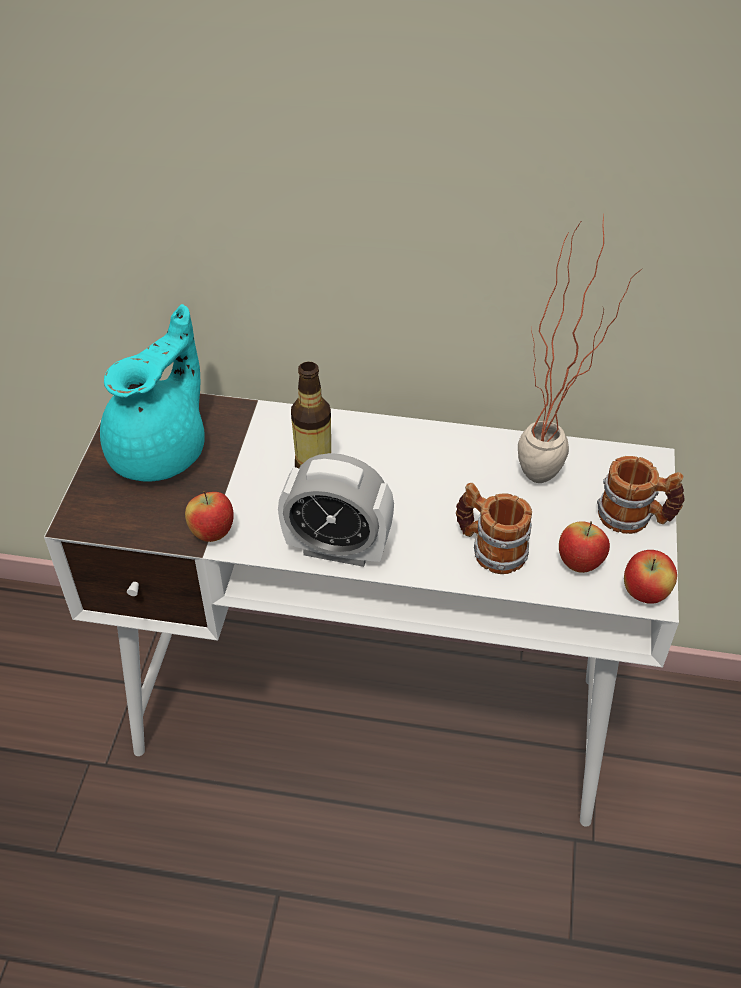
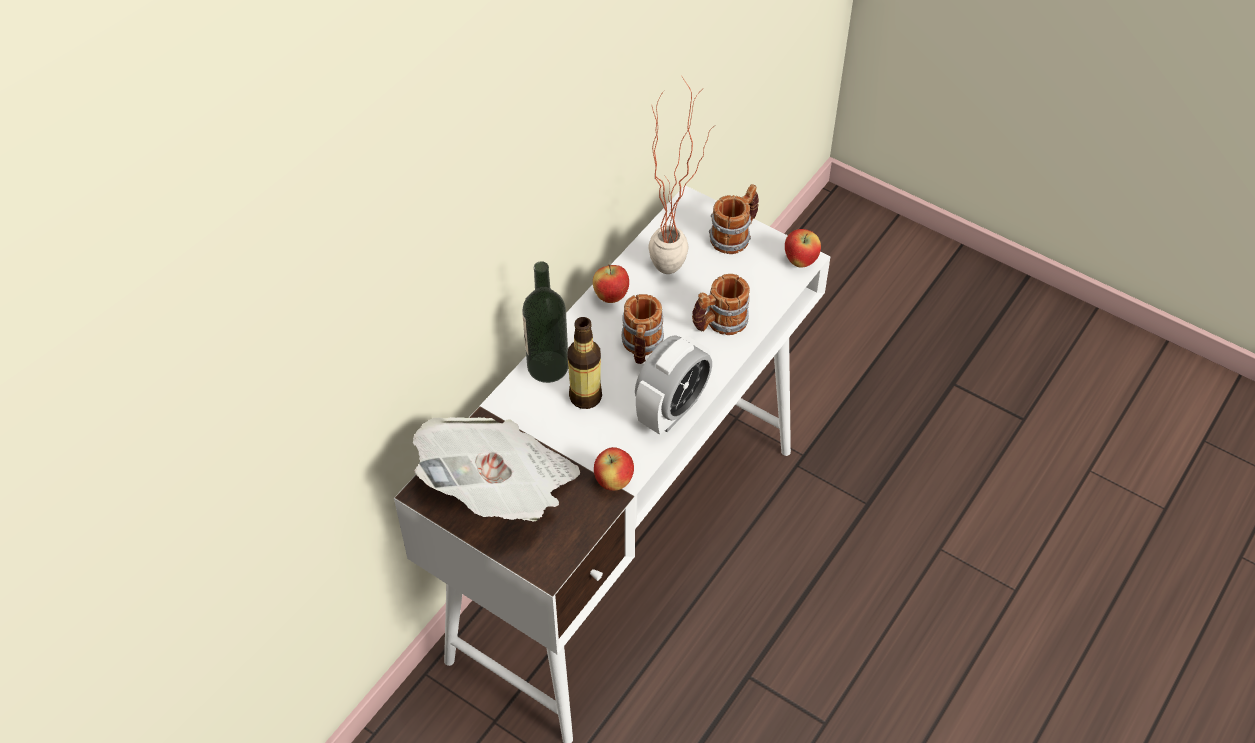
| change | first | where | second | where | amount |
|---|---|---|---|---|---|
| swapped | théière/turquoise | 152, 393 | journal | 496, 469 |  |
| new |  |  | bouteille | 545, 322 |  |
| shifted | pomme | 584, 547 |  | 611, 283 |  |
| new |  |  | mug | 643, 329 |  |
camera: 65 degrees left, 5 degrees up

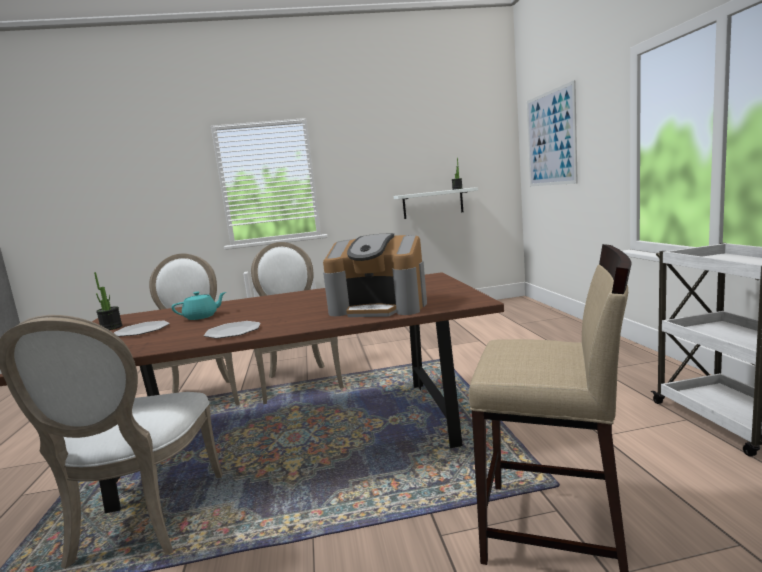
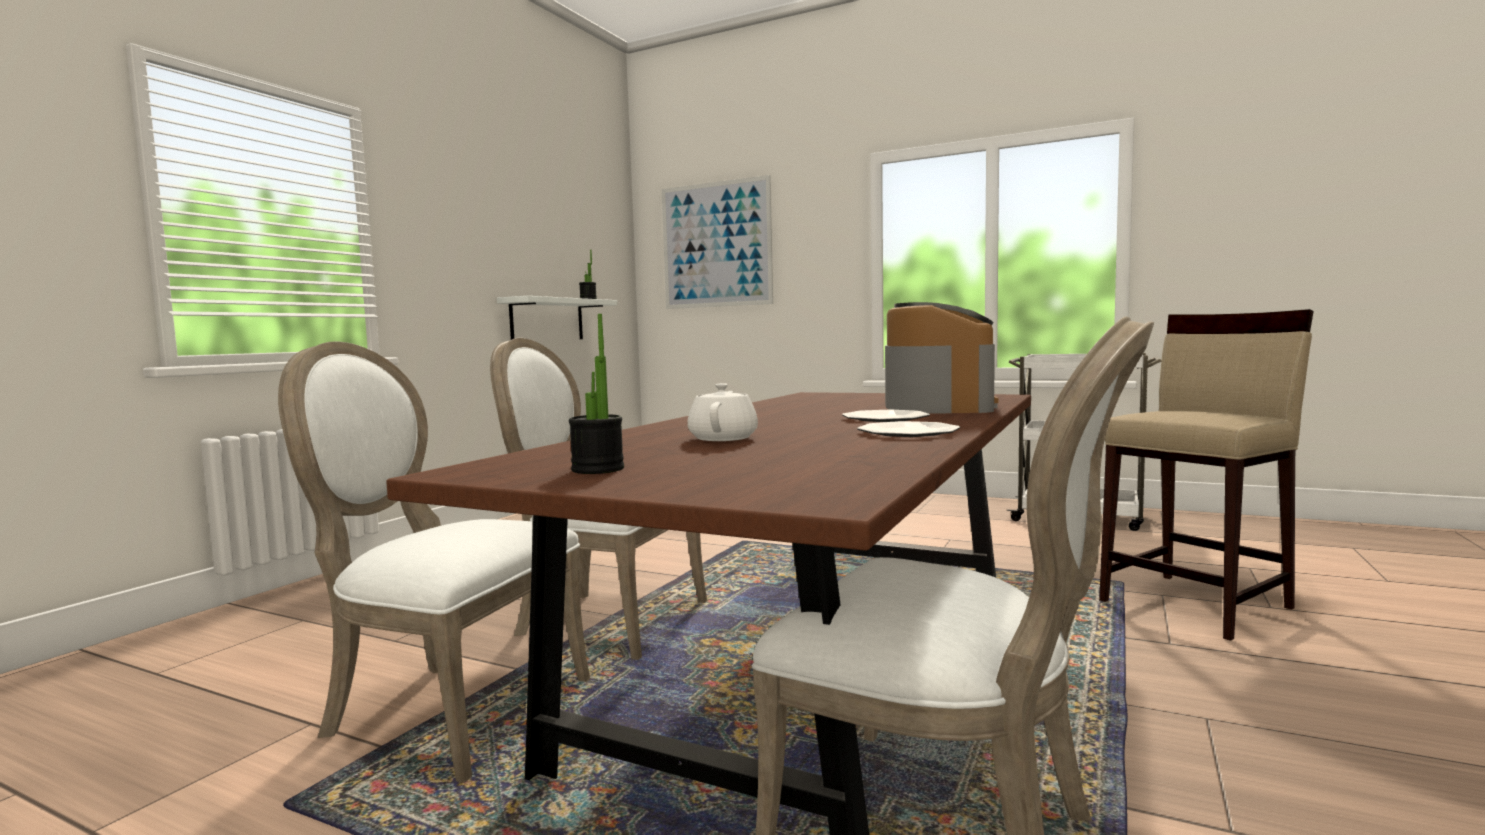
| change | first | where | second | where | amount |
|---|---|---|---|---|---|
| repainted | théière/turquoise | 198, 306 | théière/blanc | 722, 412 |  |
| shifted | assiette | 142, 329 |  | 886, 416 |  |
| rotated | machine à café | 375, 275 |  | 942, 358 | 45 degrees counterclockwise |
camera: 55 degrees left, 5 degrees down

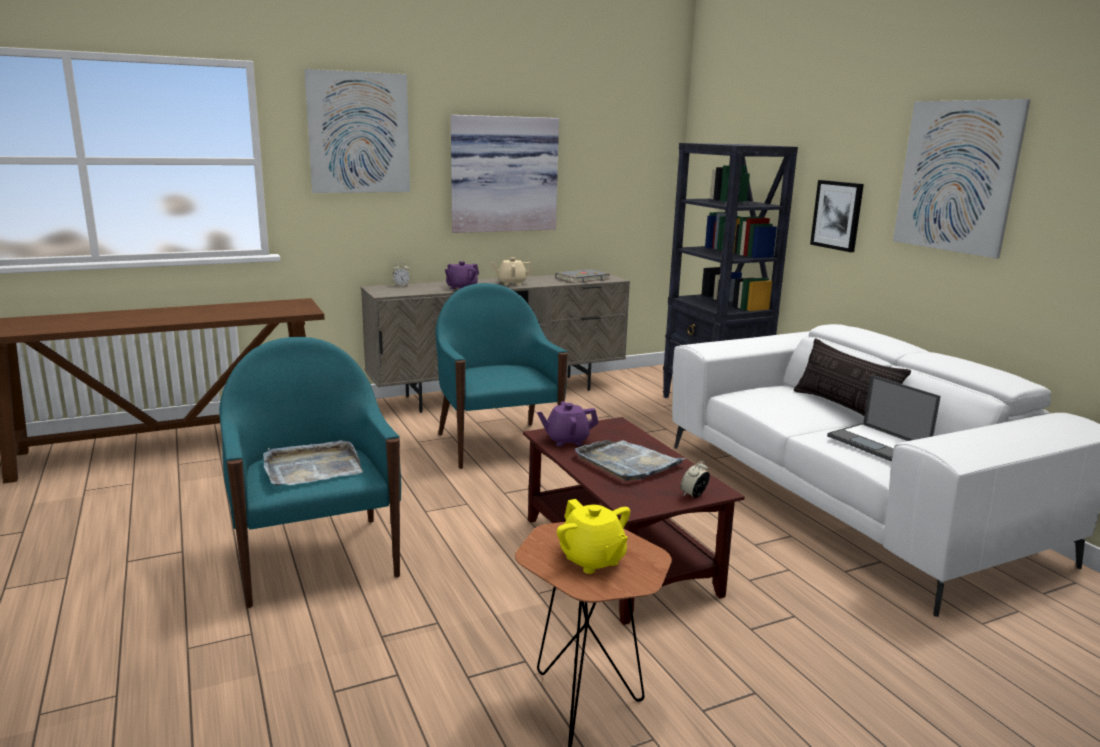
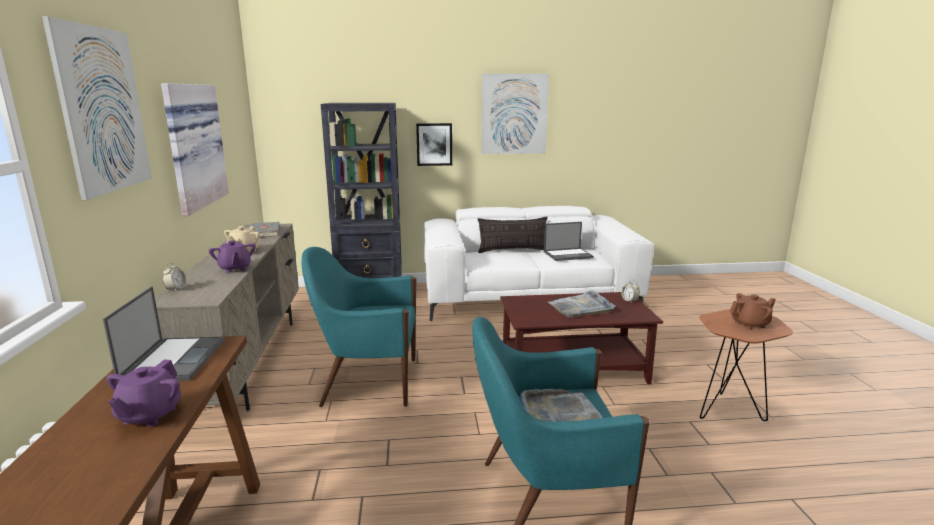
| change | first | where | second | where | amount |
|---|---|---|---|---|---|
| new |  |  | ordinateur portable | 163, 334 |  |
| shifted | théière/violet | 568, 423 |  | 144, 393 |  |
| repainted | théière/jaune | 593, 536 | théière/marron | 752, 311 |  |
camera: 70 degrees left, 0 degrees up

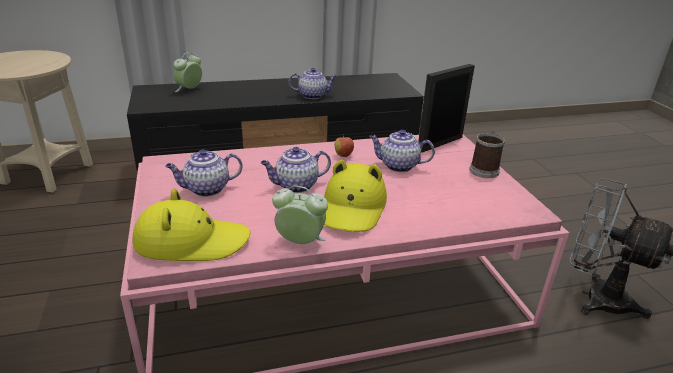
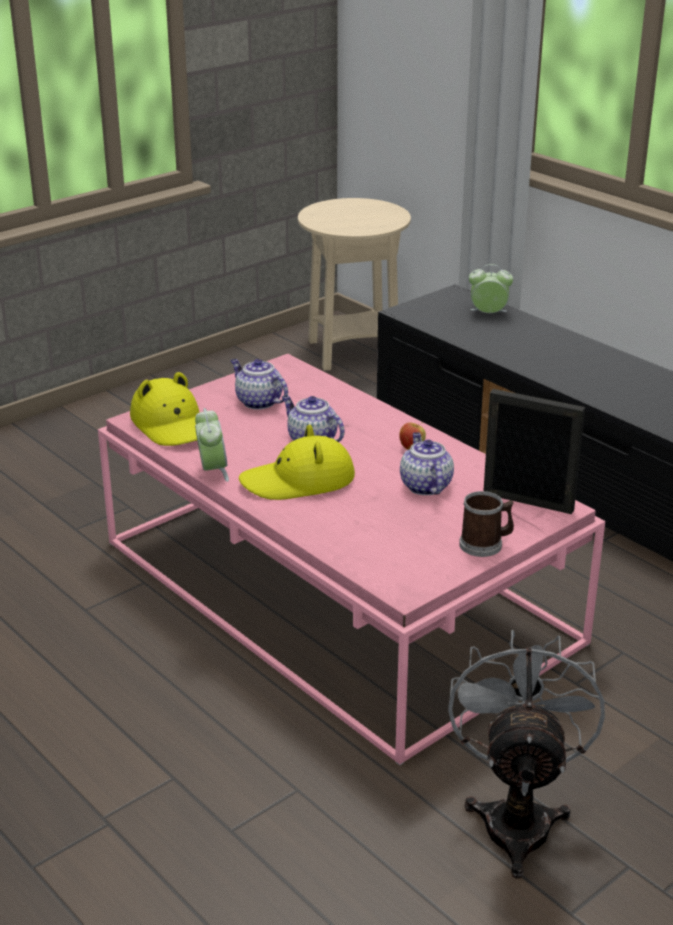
| change | first | where | second | where | amount |
|---|---|---|---|---|---|
| gone | théière | 312, 83 |  |  |  |
camera: 65 degrees right, 0 degrees up

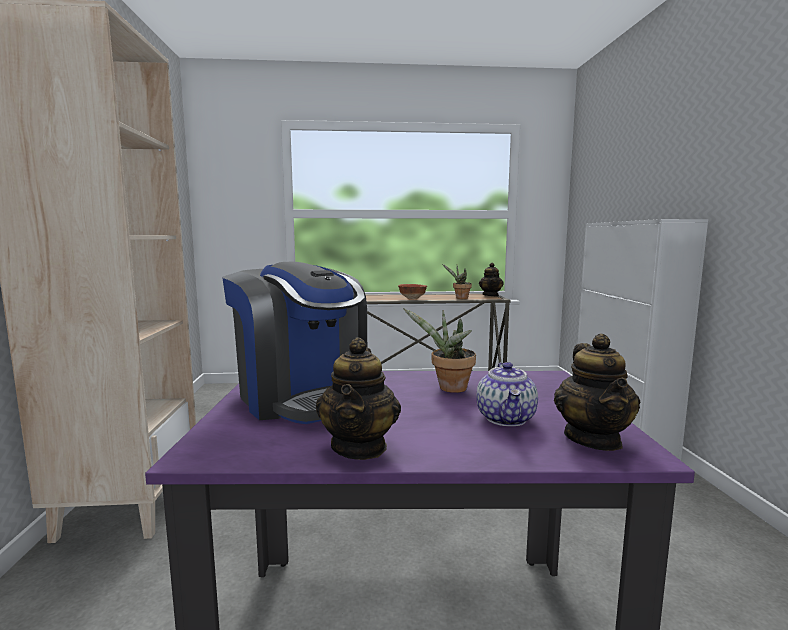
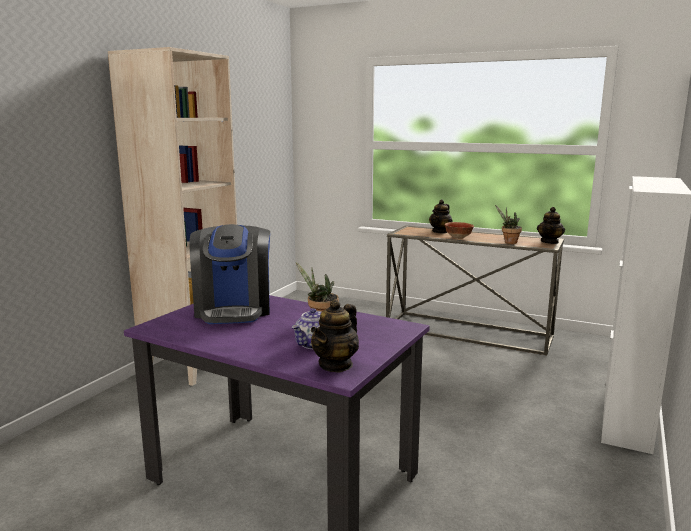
| change | first | where | second | where | amount |
|---|---|---|---|---|---|
| shifted | théière | 358, 398 |  | 441, 217 |  |
camera: 30 degrees right, 5 degrees up

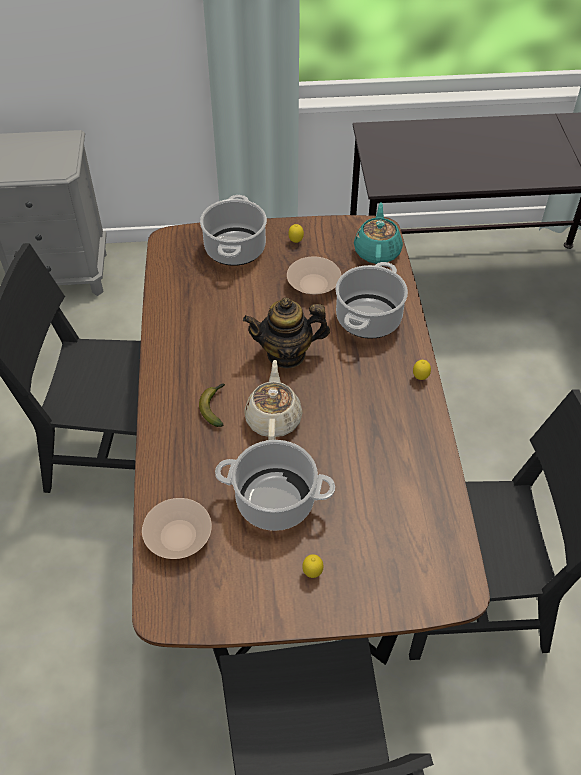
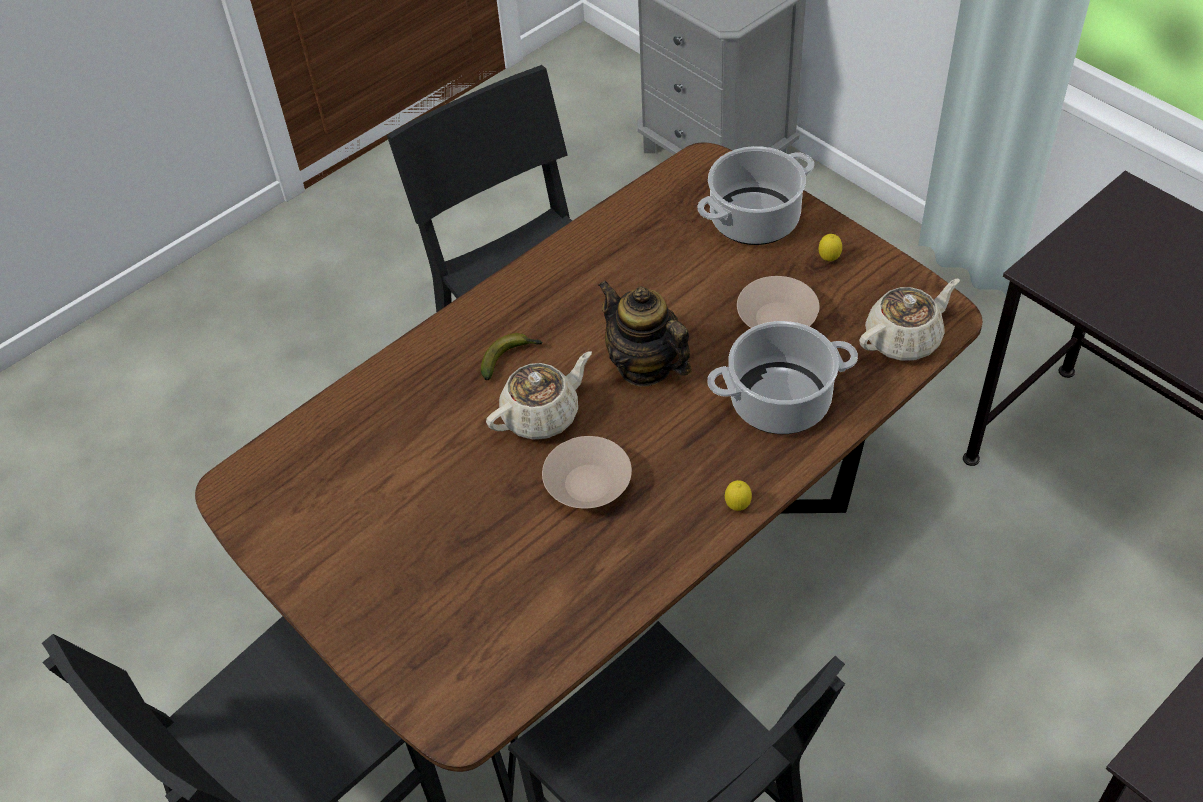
| change | first | where | second | where | amount |
|---|---|---|---|---|---|
| shifted | bol/beige | 177, 528 |  | 587, 472 |  |
| repainted | théière/turquoise | 378, 233 | théière/beige | 909, 320 |  |
| gone | marmite | 275, 485 |  |  |  |
| gone | citron | 313, 566 |  |  |  |
camera: 55 degrees right, 0 degrees up

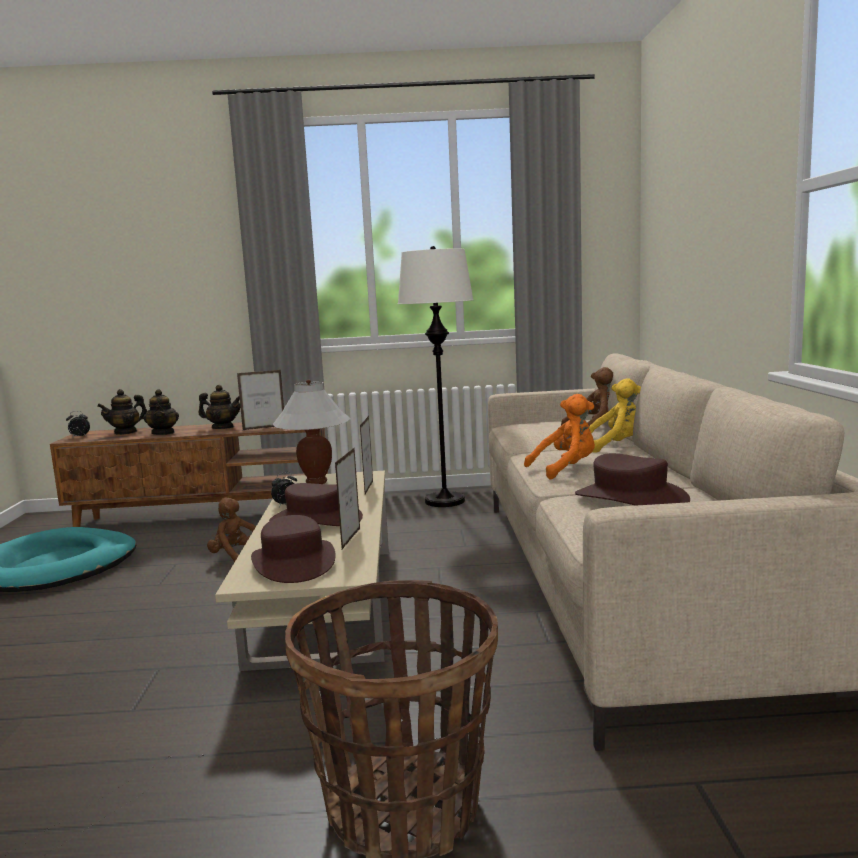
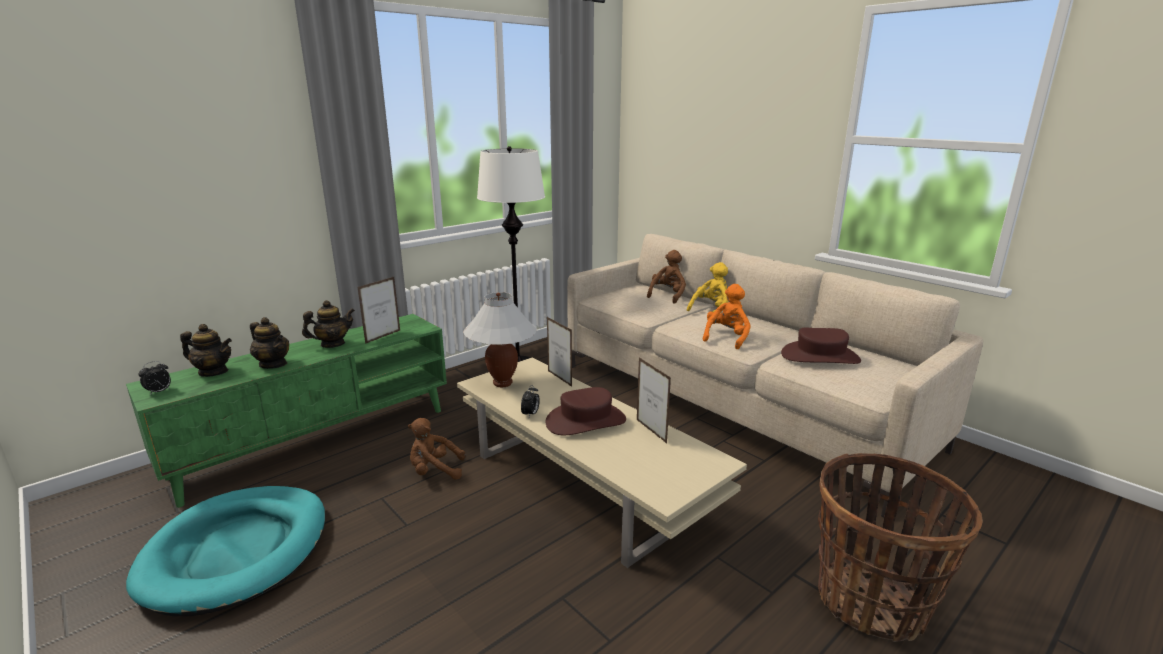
| change | first | where | second | where | amount |
|---|---|---|---|---|---|
| repainted | meuble télé/marron | 189, 474 | meuble télé/vert | 286, 411 |  |
| rotated | théière | 122, 412 |  | 206, 350 | 90 degrees counterclockwise |
| gone | chapeau/marron | 293, 549 |  |  |  |
camera: 40 degrees left, 10 degrees up

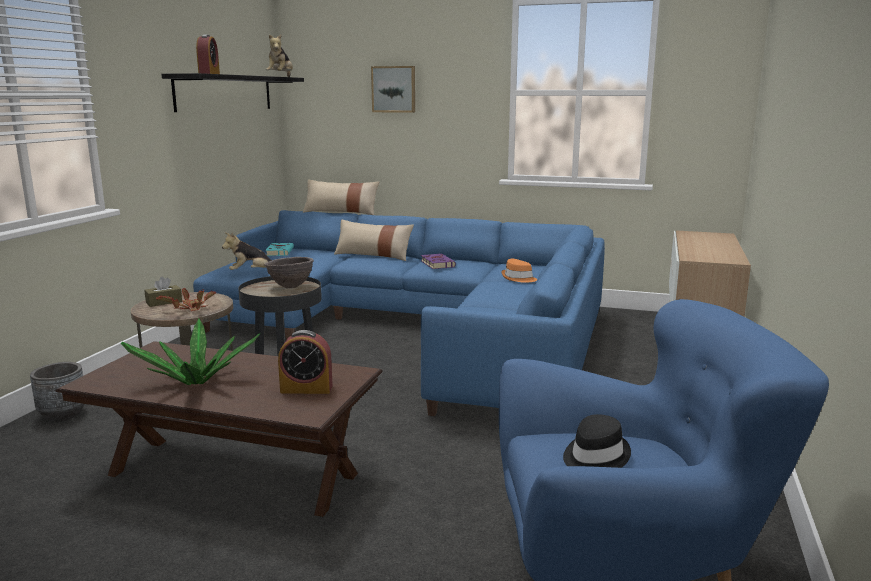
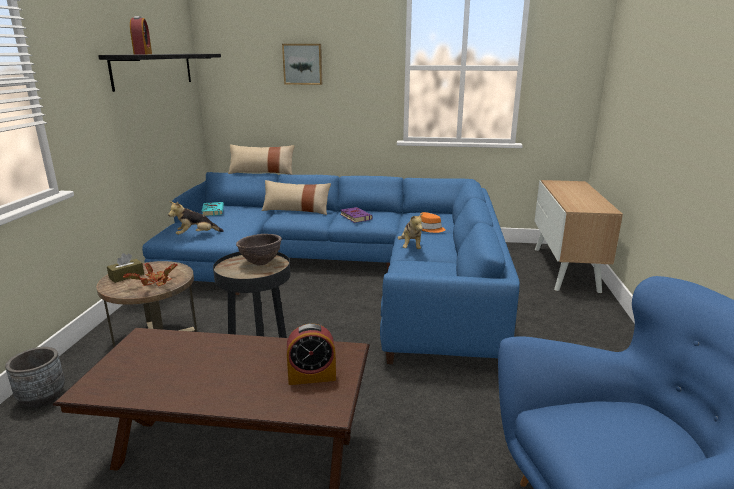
| change | first | where | second | where | amount |
|---|---|---|---|---|---|
| shifted | peluche | 279, 56 |  | 410, 231 |  |
| gone | plante en pot | 190, 352 |  |  |  |
| gone | chapeau/noir | 597, 441 |  |  |  |
camera: 10 degrees left, 5 degrees up

